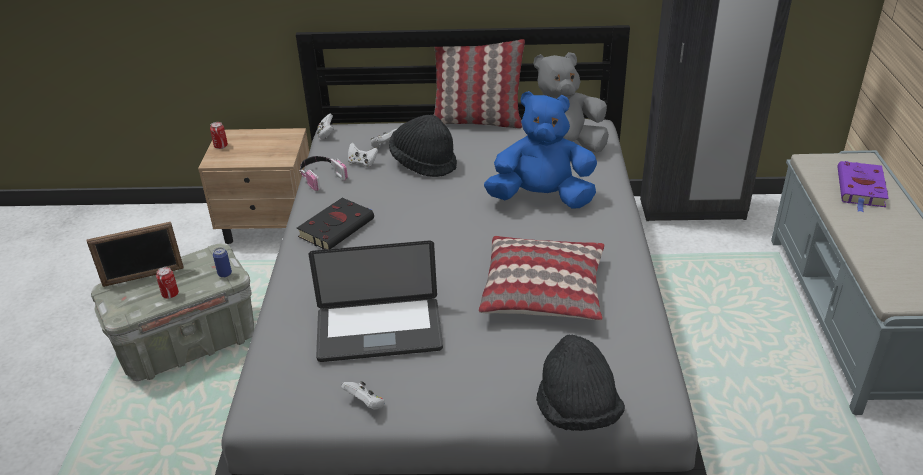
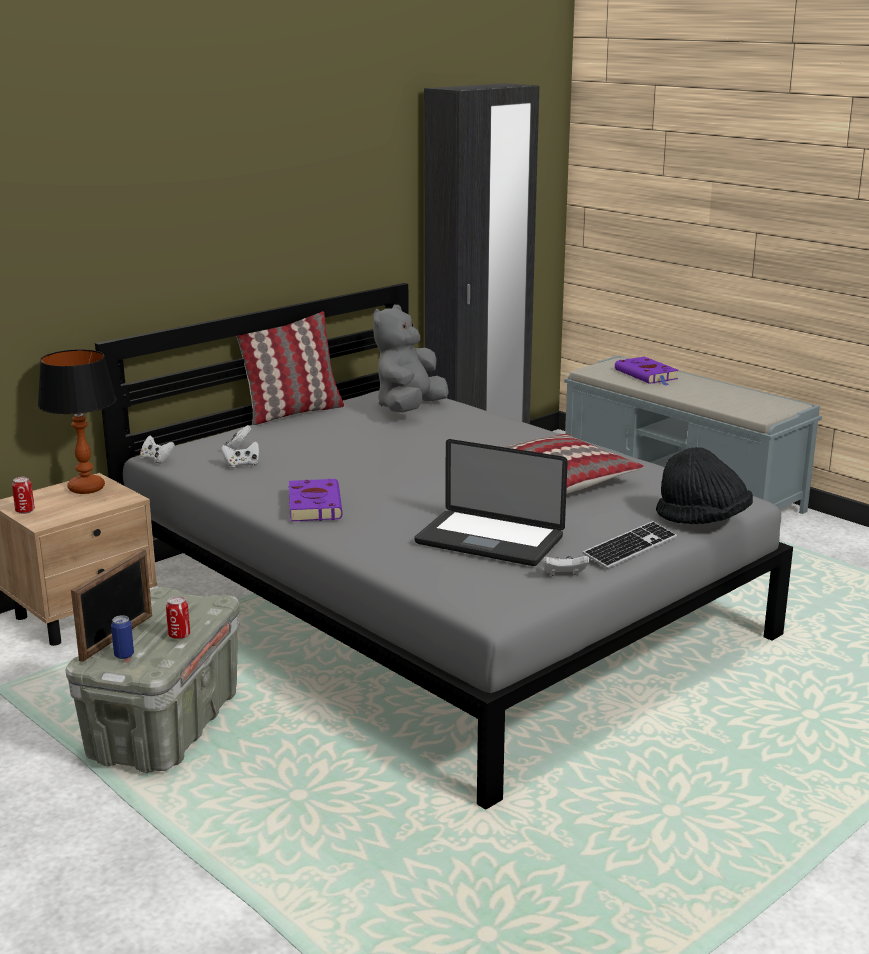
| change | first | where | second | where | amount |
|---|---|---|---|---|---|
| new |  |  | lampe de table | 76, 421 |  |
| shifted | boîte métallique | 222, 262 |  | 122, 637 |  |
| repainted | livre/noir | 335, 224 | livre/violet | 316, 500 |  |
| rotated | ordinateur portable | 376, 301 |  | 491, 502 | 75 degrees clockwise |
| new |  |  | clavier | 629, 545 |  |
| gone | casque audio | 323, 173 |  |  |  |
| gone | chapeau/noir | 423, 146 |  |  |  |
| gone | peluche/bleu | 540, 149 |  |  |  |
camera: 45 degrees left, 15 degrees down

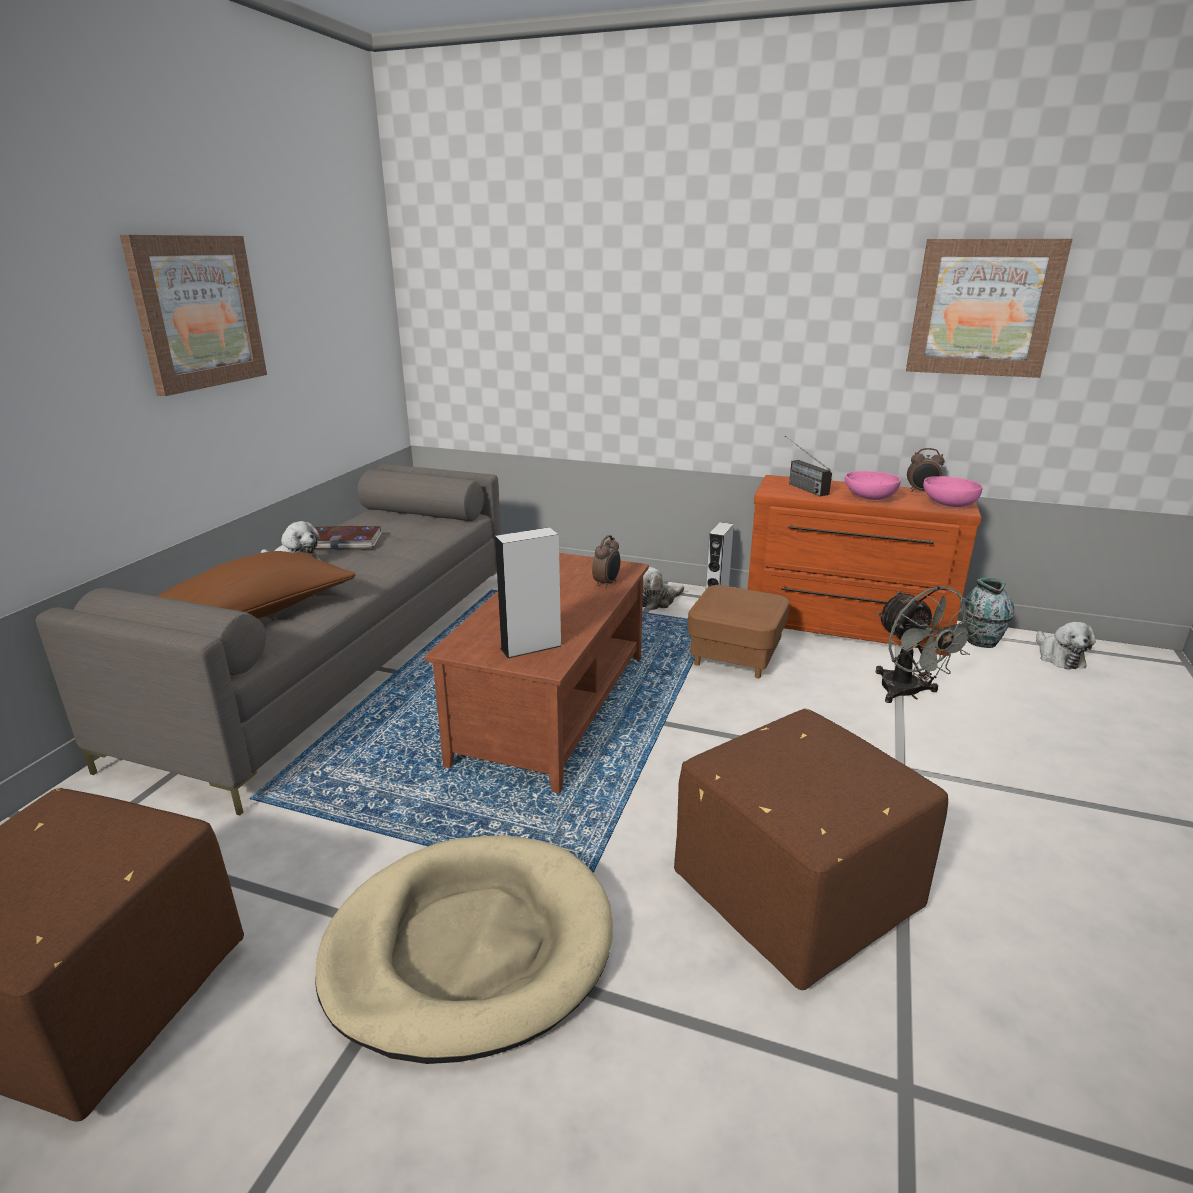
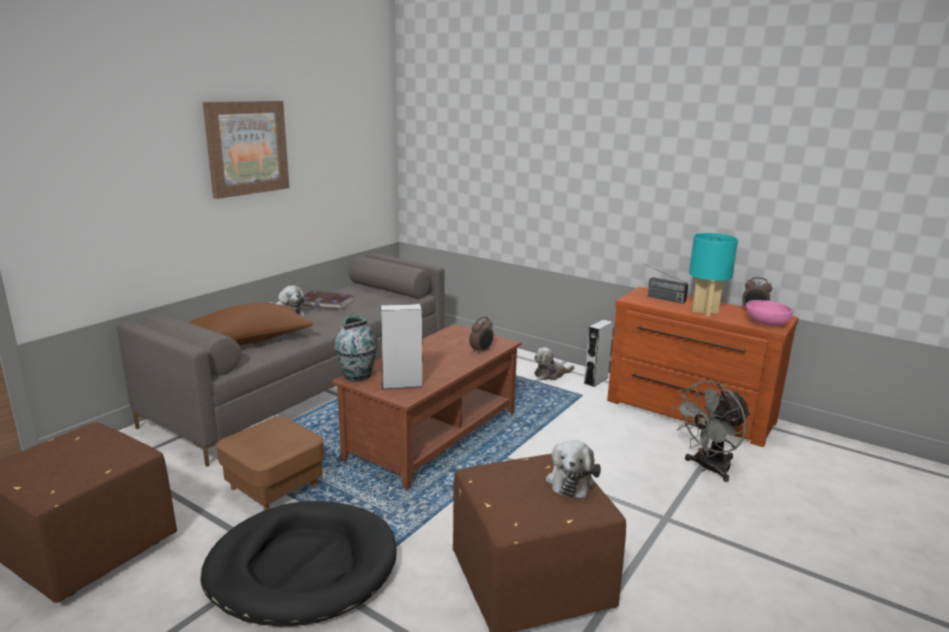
| change | first | where | second | where | amount |
|---|---|---|---|---|---|
| repainted | panier pour chien/beige | 464, 949 | panier pour chien/noir | 298, 563 |  |
| shifted | pouf/marron | 738, 631 |  | 270, 464 |  |
| shifted | vase | 988, 613 |  | 356, 349 |  |
| shifted | peluche | 1066, 645 |  | 573, 469 |  |
| rotated | radio | 808, 466 |  | 662, 282 | 45 degrees counterclockwise |
| rotated | ventilateur/gris | 928, 644 |  | 711, 431 | 60 degrees clockwise |
| swapped | bol/rose | 873, 485 | lampe de table/turquoise | 713, 274 |  |
| gone | tableau | 989, 308 |  |  |  |
camera: 15 degrees right, 5 degrees down

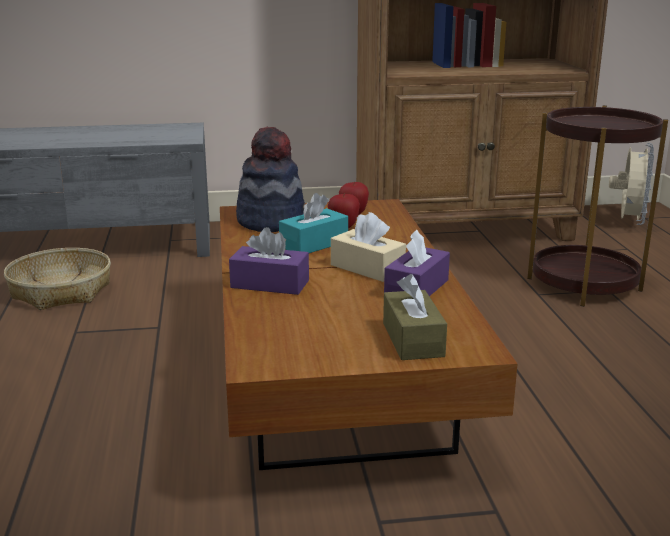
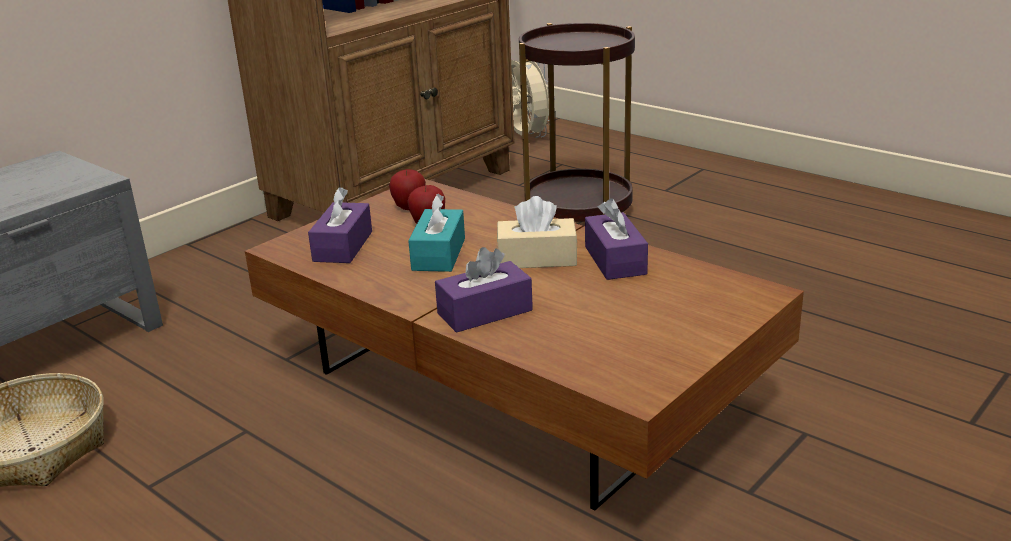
| change | first | where | second | where | amount |
|---|---|---|---|---|---|
| swapped | chapeau | 271, 179 | boîte à mouchoirs/violet | 340, 225 |  |
| gone | boîte à mouchoirs/marron | 415, 317 |  |  |  |
camera: 40 degrees left, 5 degrees up

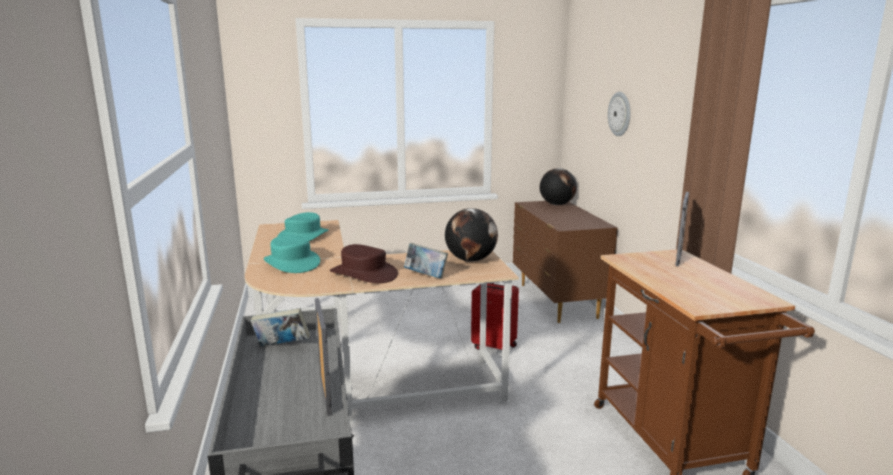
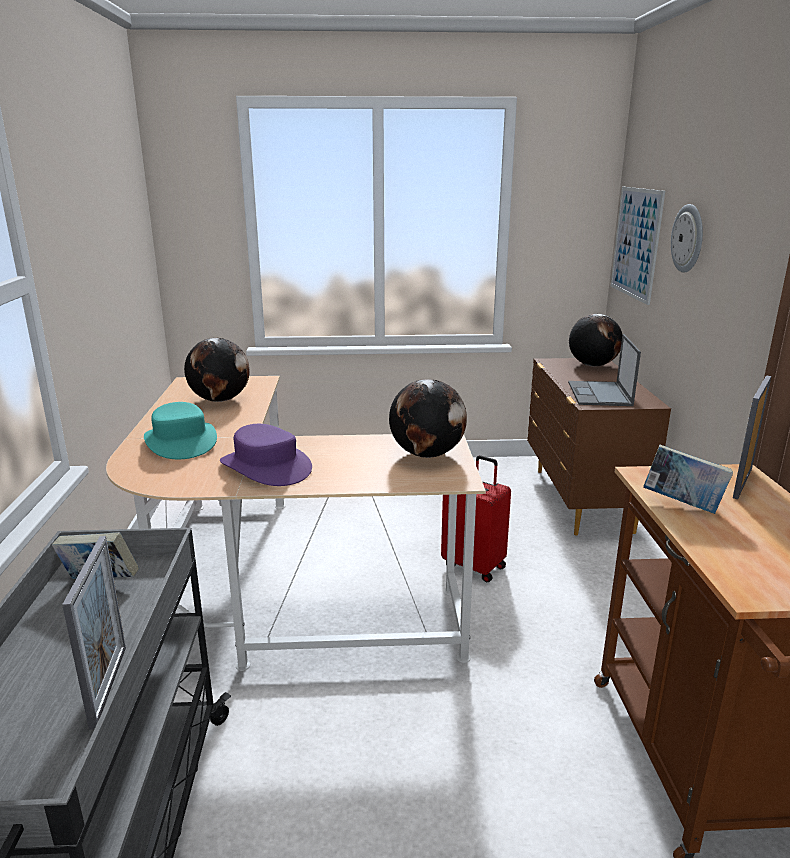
| change | first | where | second | where | amount |
|---|---|---|---|---|---|
| swapped | chapeau/turquoise | 303, 226 | globe | 217, 370 |  |
| repainted | chapeau/marron | 364, 263 | chapeau/violet | 266, 455 |  |
| new |  |  | ordinateur portable | 604, 370 |  |
| new |  |  | tableau | 638, 246 |  |
| shifted | livre | 426, 261 |  | 688, 479 |  |
camera: 10 degrees right, 5 degrees up

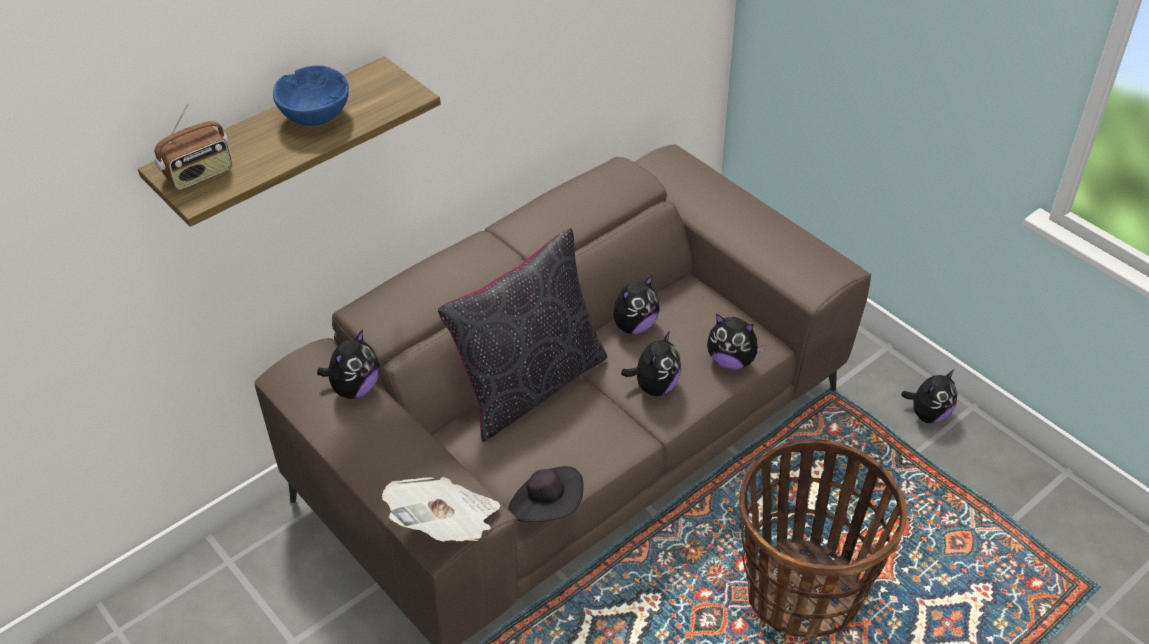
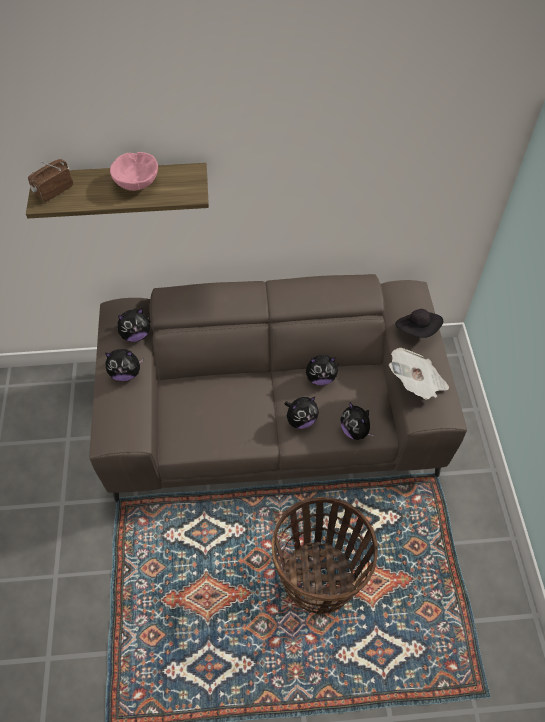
| change | first | where | second | where | amount |
|---|---|---|---|---|---|
| rotated | radio | 193, 146 |  | 50, 180 | 135 degrees clockwise |
| shifted | peluche | 929, 396 |  | 124, 365 |  |
| repainted | bol/bleu | 311, 95 | bol/rose | 134, 171 |  |
| shifted | journal | 441, 509 |  | 419, 374 |  |
| shifted | chapeau/noir | 545, 494 |  | 419, 323 |  |
| gone | coussin/noir | 522, 335 |  |  |  |
camera: 35 degrees right, 10 degrees up

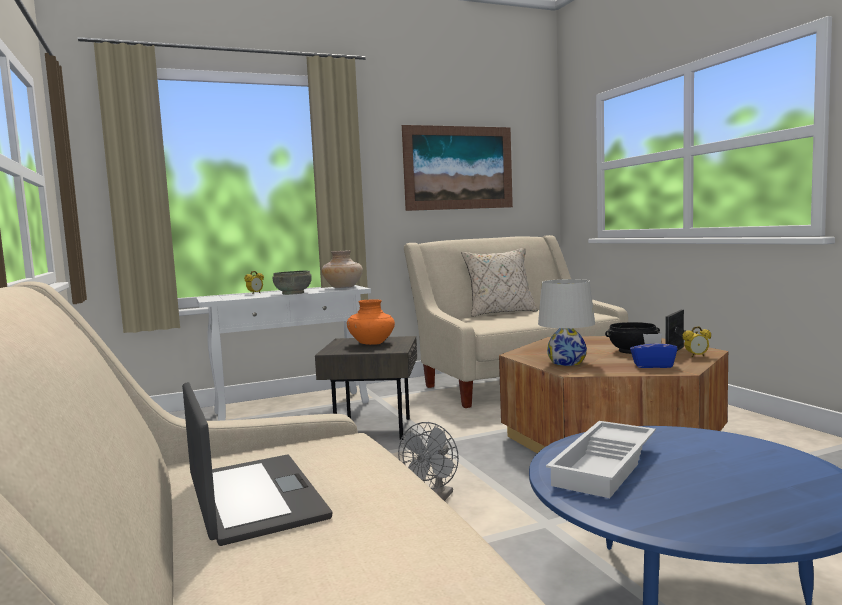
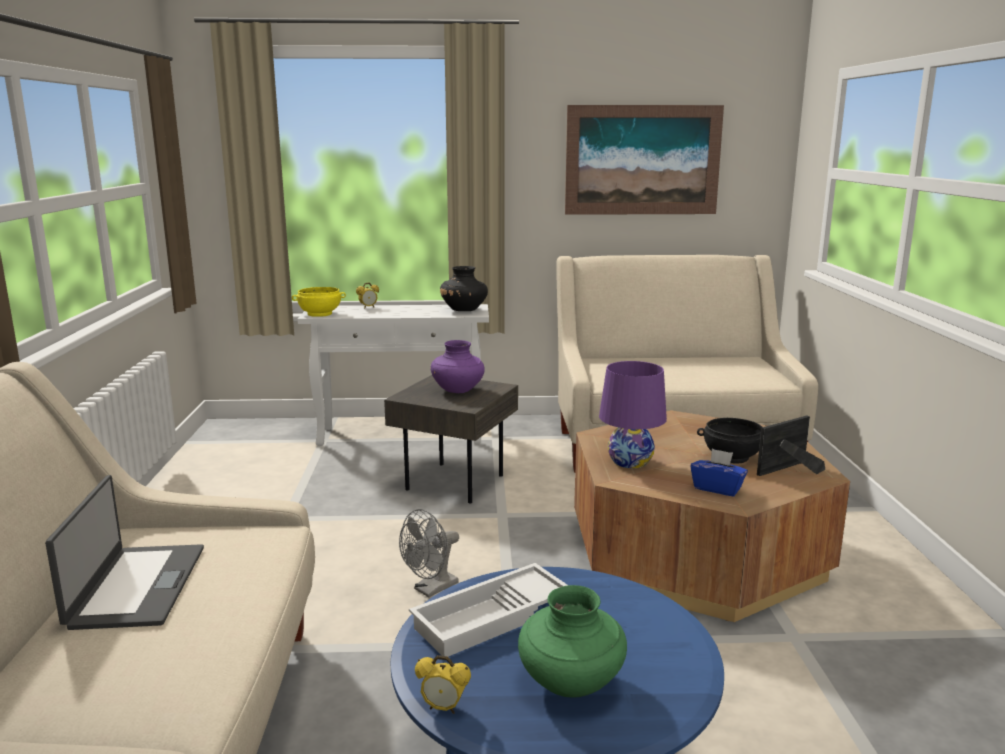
| change | first | where | second | where | amount |
|---|---|---|---|---|---|
| new |  |  | bol/jaune | 319, 302 |  |
| shifted | réveil | 697, 341 |  | 443, 684 |  |
| repainted | vase/orange | 371, 322 | vase/violet | 457, 366 |  |
| repainted | vase/beige | 342, 269 | vase/noir | 464, 288 |  |
| new |  |  | vase/vert | 572, 641 |  |
| repainted | lampe de table/blanc | 566, 322 | lampe de table/violet | 633, 414 |  |
| gone | bol/gris | 292, 283 |  |  |  |
| gone | coussin/beige | 499, 282 |  |  |  |
camera: 20 degrees right, 10 degrees up

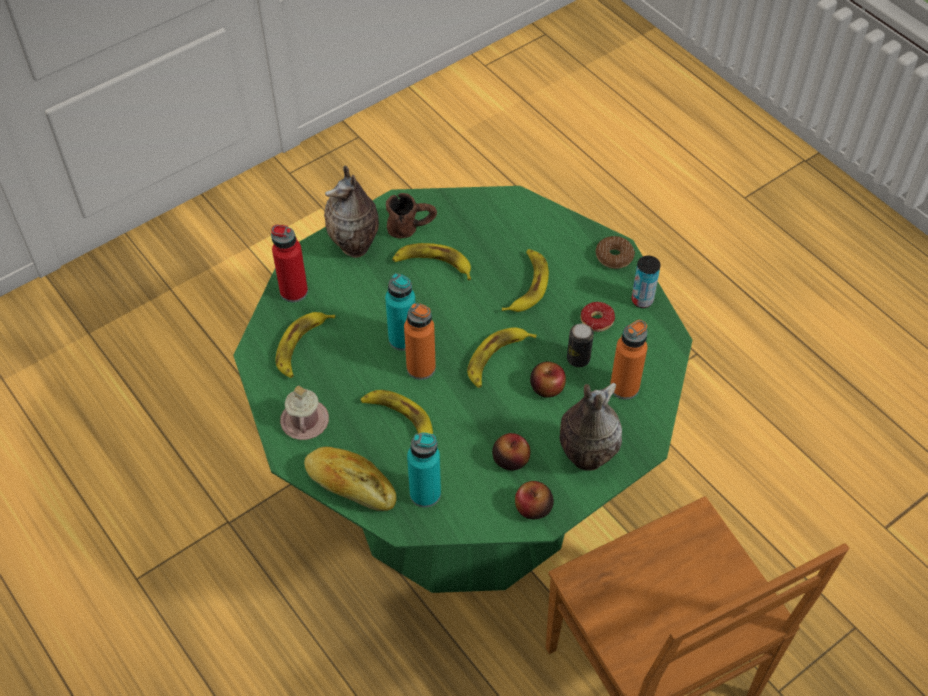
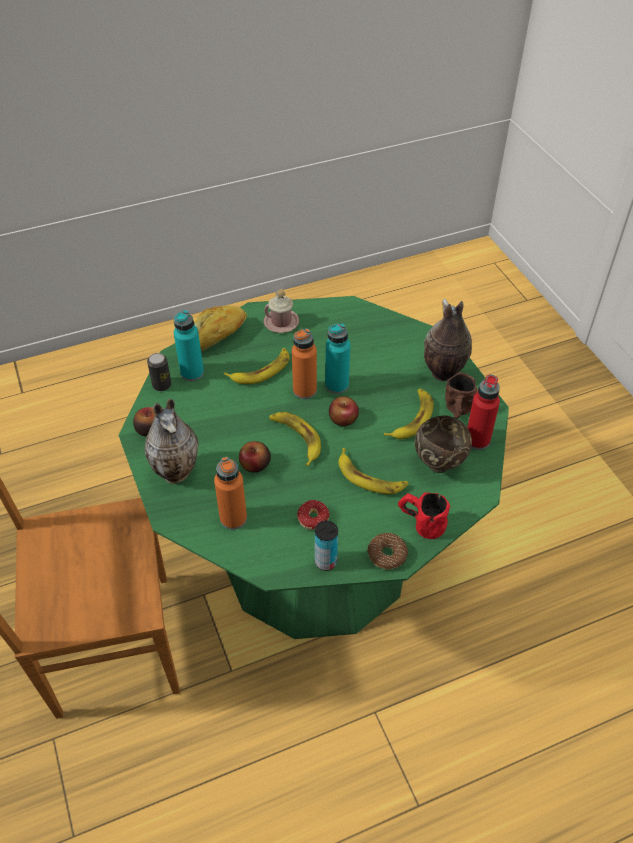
| change | first | where | second | where | amount |
|---|---|---|---|---|---|
| shifted | boîte métallique | 580, 345 |  | 159, 372 |  |
| shifted | pomme | 511, 451 |  | 344, 411 |  |
| new |  |  | mug/rouge | 424, 515 |  |
| new |  |  | bol/marron | 443, 444 |  |
| shifted | bouteille/rouge | 289, 263 |  | 483, 412 |  |
| gone | banane | 305, 345 |  |  |  |
camera: 105 degrees right, 5 degrees down

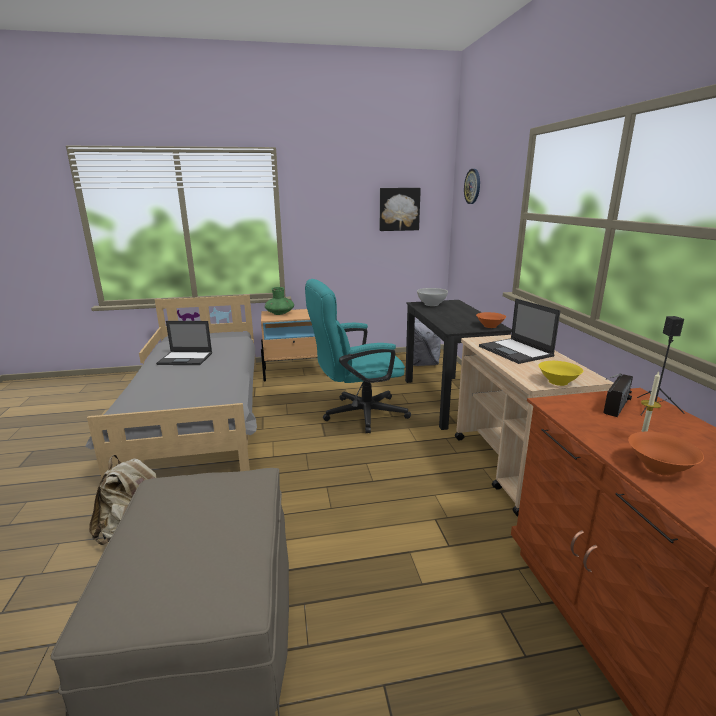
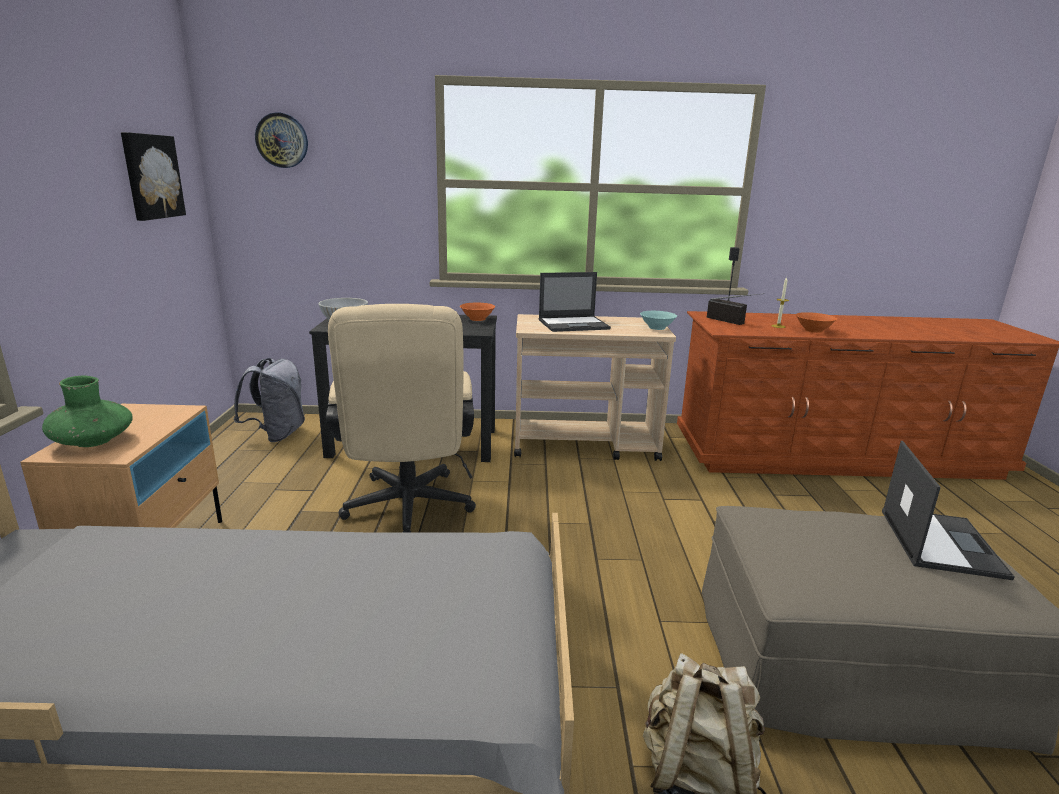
| change | first | where | second | where | amount |
|---|---|---|---|---|---|
| repainted | chaise de bureau/turquoise | 358, 356 | chaise de bureau/beige | 401, 418 |  |
| repainted | bol/jaune | 560, 373 | bol/turquoise | 658, 320 |  |
| shifted | ordinateur portable | 184, 343 |  | 948, 510 |  |
camera: 80 degrees left, 0 degrees up

